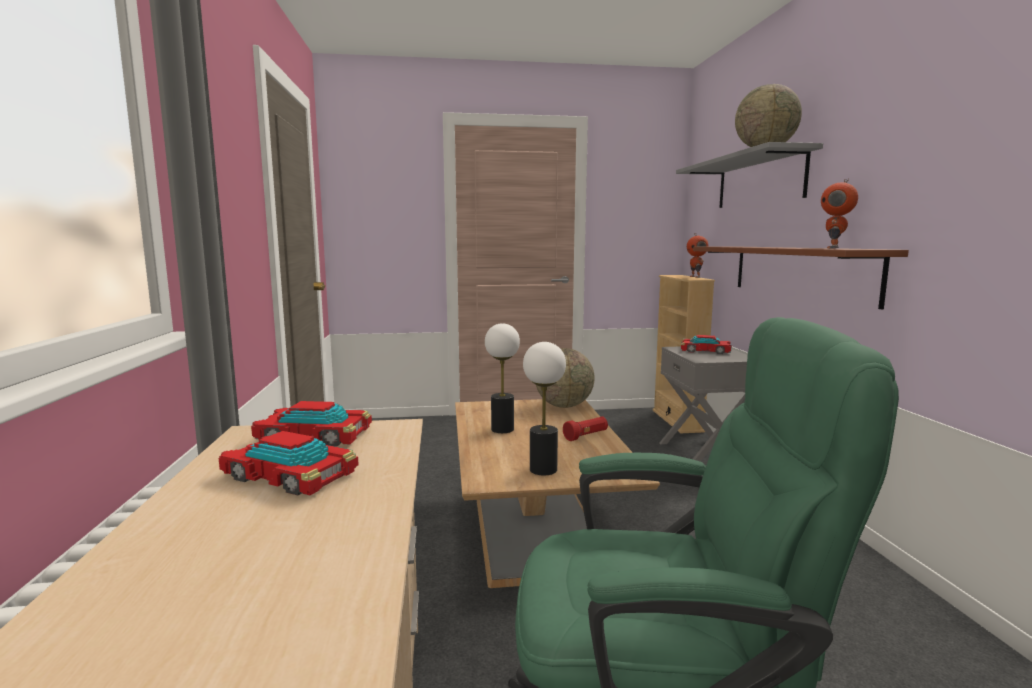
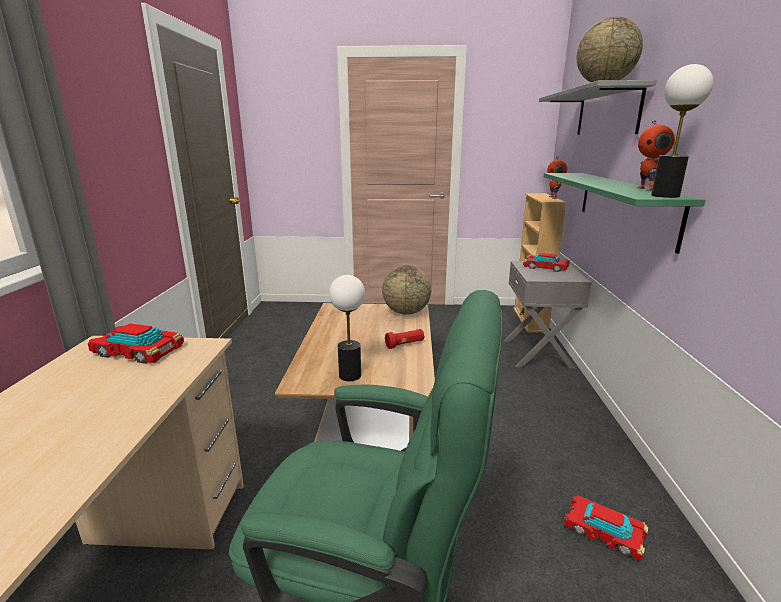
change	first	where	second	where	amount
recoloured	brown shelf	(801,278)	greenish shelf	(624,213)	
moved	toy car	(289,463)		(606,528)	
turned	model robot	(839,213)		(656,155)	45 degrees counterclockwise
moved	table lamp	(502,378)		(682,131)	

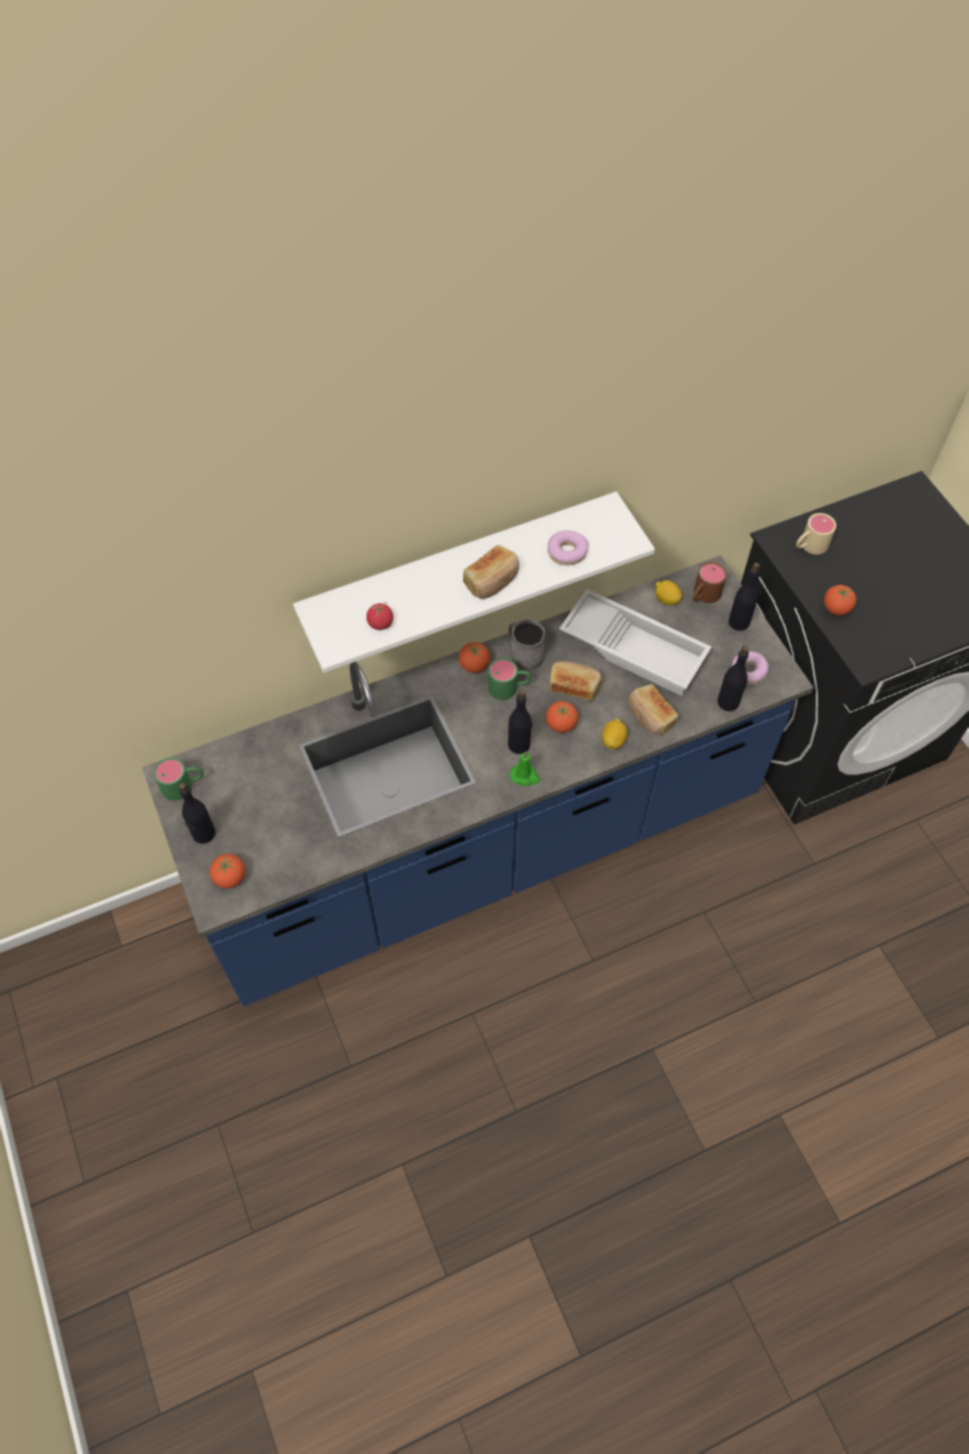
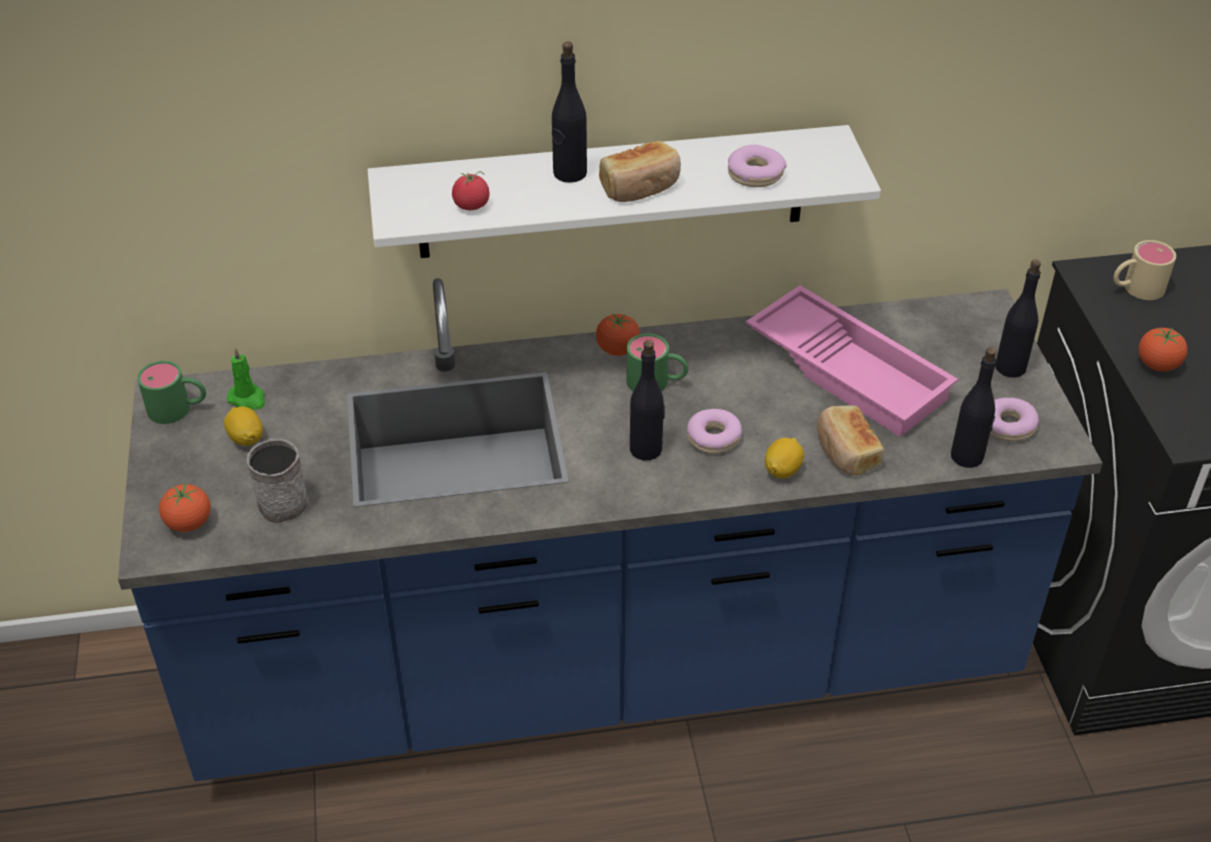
change	first	where	second	where	amount
moved	citrus fruit	(668,592)		(243,426)	
moved	greenish wax candle	(525,768)		(246,378)	
moved	greyish mug	(527,645)		(278,481)	
moved	black beverage bottle	(197,813)		(569,112)	
replaced	whole tomato	(562,717)	ring doughnut	(714,431)	
recoloured	white serving tray	(635,642)	pink serving tray	(852,361)	
removed	bread	(575,681)			
removed	brown mug	(710,582)			

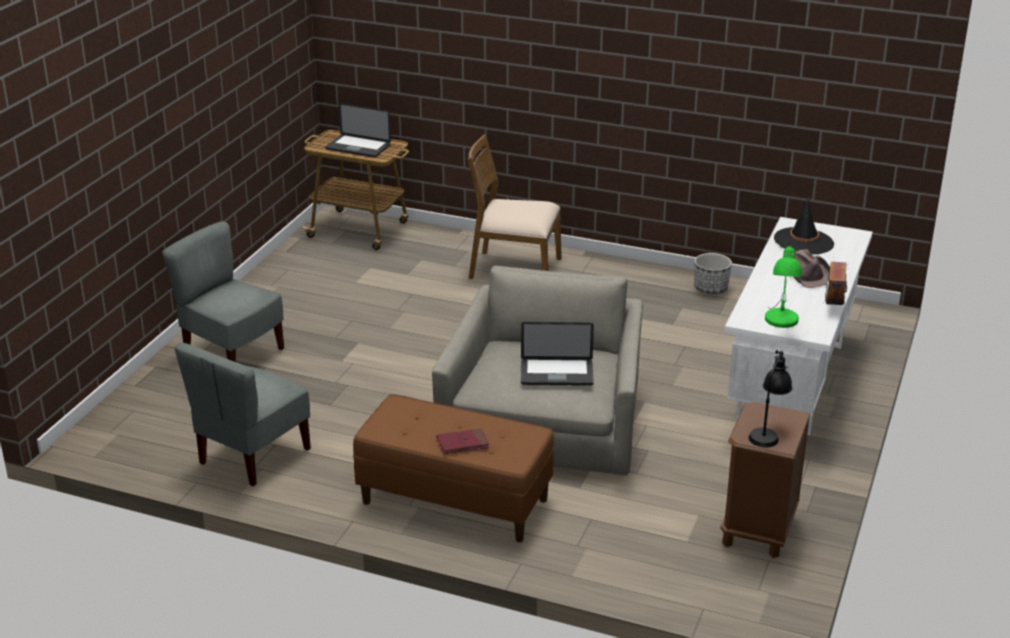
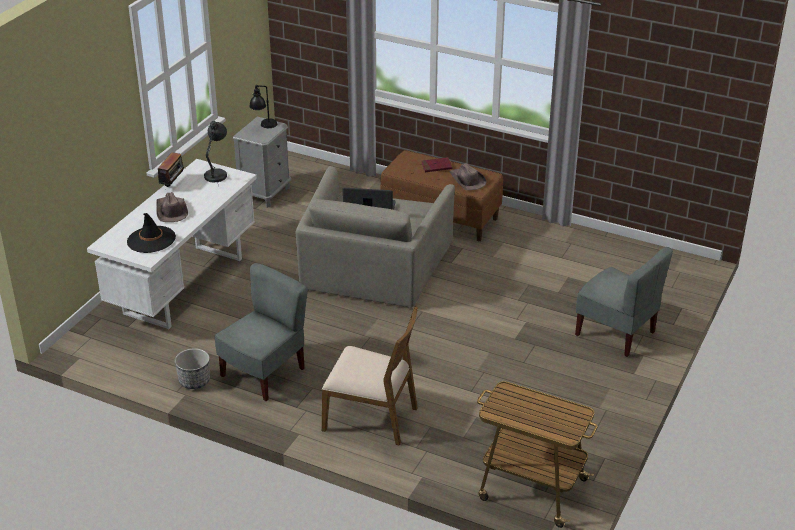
change	first	where	second	where	amount
recoloured	greenish table lamp	(783,285)	greyish table lamp	(215,154)	
moved	greyish upright chair	(243,414)		(261,332)	
recoloured	brown bedside table	(765,480)	greyish bedside table	(262,162)	
added			brown clothing hat	(468,176)	
removed	portable computer	(358,130)			

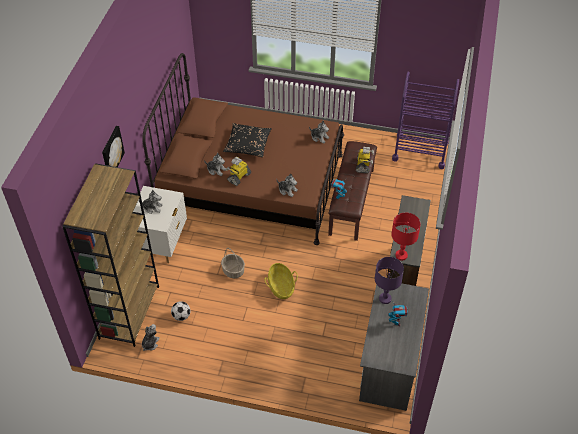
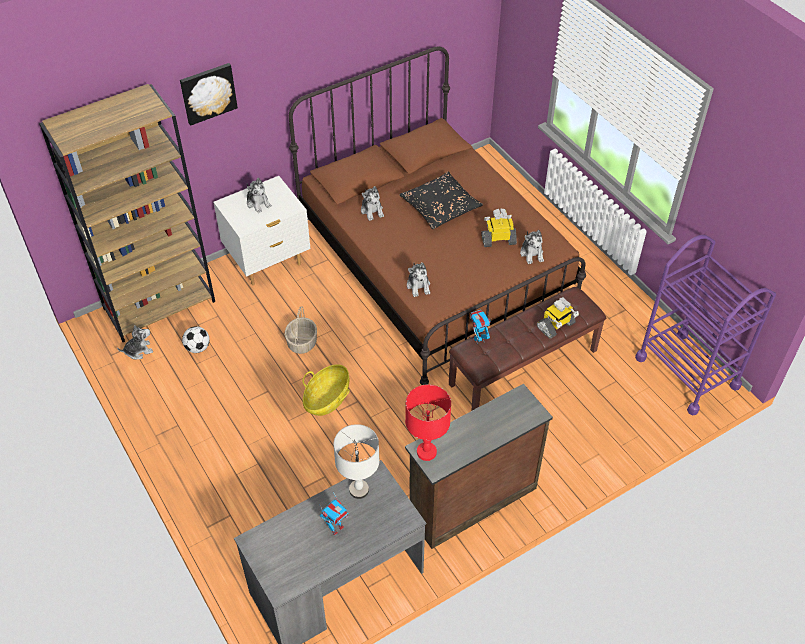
change	first	where	second	where	amount
recoloured	purple table lamp	(389,280)	greyish table lamp	(356,461)	
moved	model robot	(238,171)		(499,228)	

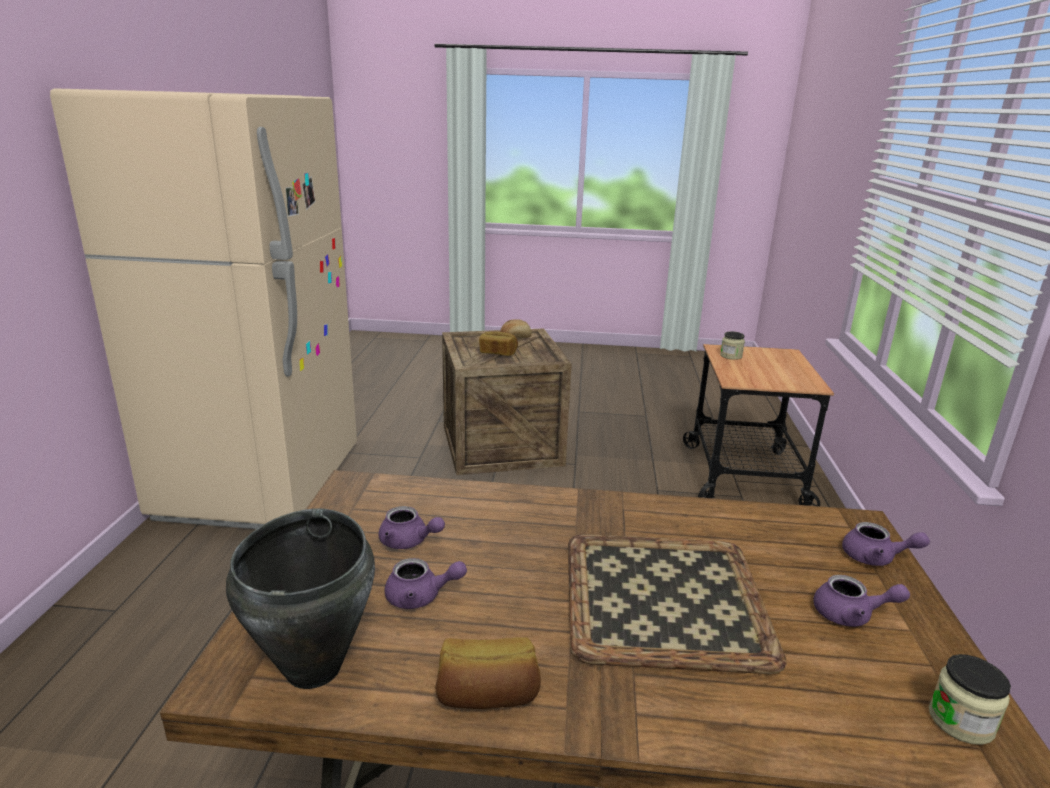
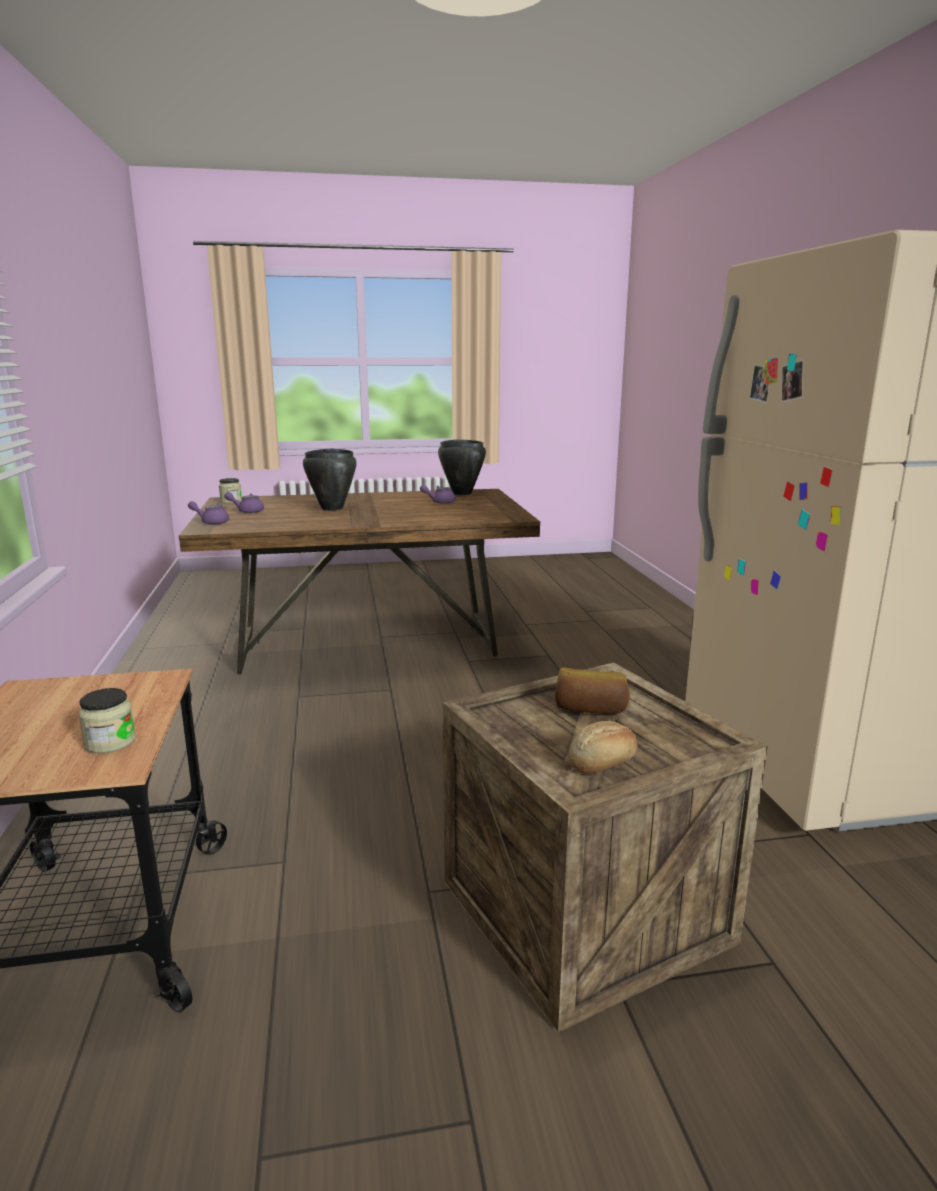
change	first	where	second	where	amount
replaced	serving tray	(677,604)	black saucepot	(330,480)	
removed	purple tea pot	(412,527)			
removed	bread	(488,673)			

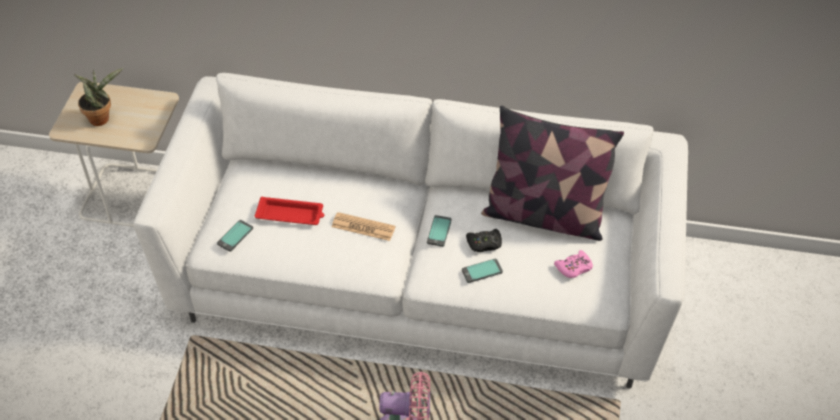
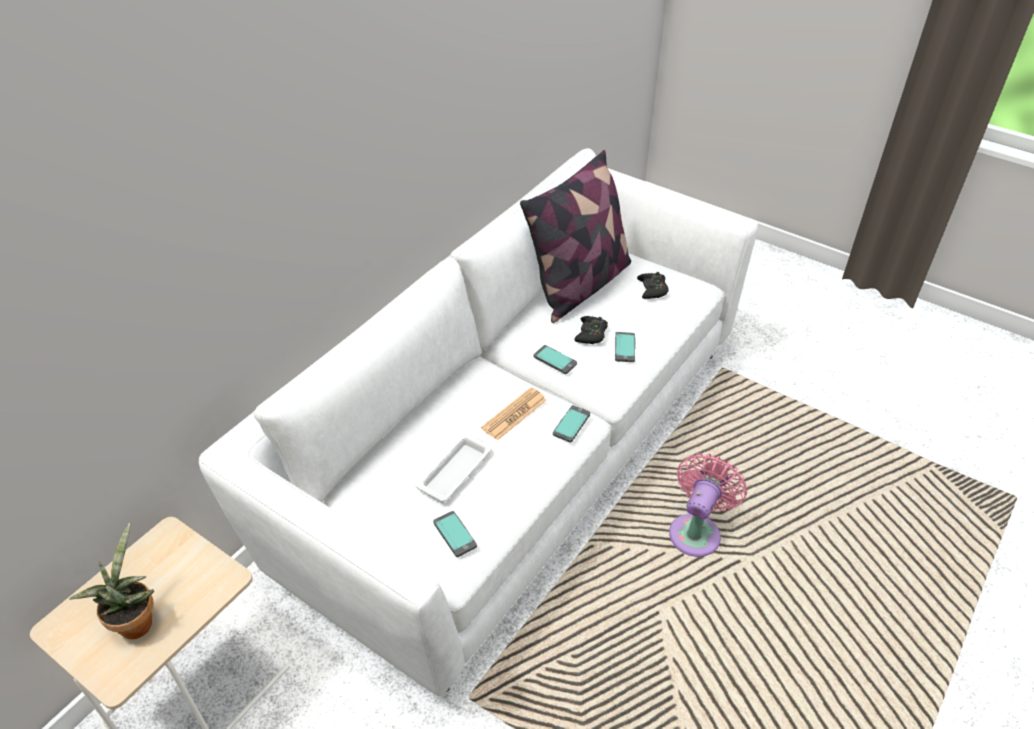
change	first	where	second	where	amount
recoloured	reddish serving tray	(289,211)	white serving tray	(454,468)	
added			handset	(571,424)	
recoloured	pink game controller	(573,264)	black game controller	(653,285)	

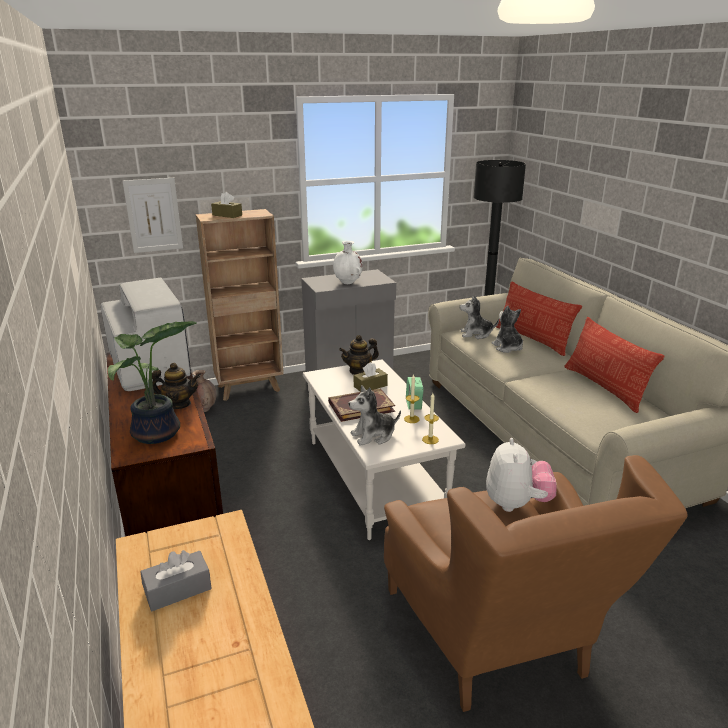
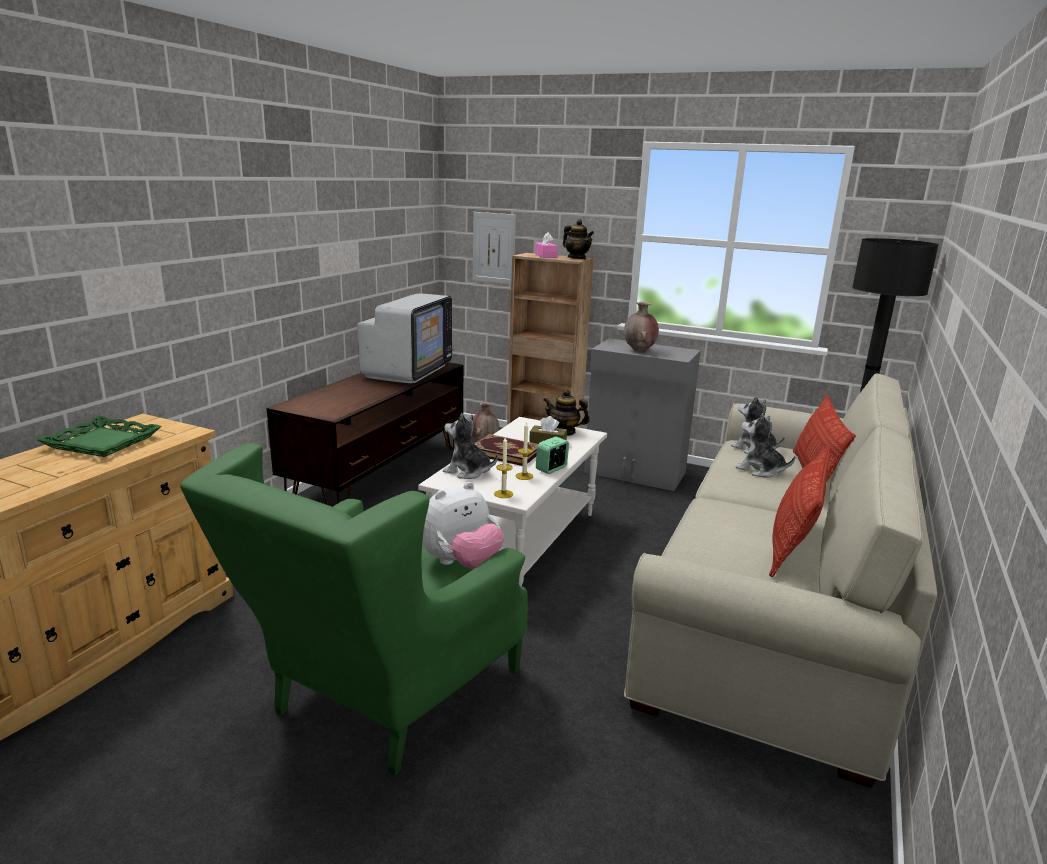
change	first	where	second	where	amount
replaced	greyish box of tissues	(176,581)	greenish serving tray	(99,436)	
recoloured	brown lounge chair	(536,583)	greenish lounge chair	(354,609)	
recoloured	brown box of tissues	(226,205)	pink box of tissues	(546,245)	
moved	tea pot	(176,386)		(578,239)	
recoloured	white flower vase	(348,262)	brown flower vase	(641,327)	
turned	plush toy	(507,329)		(765,445)	75 degrees counterclockwise
removed	plant in a pot	(152,382)			

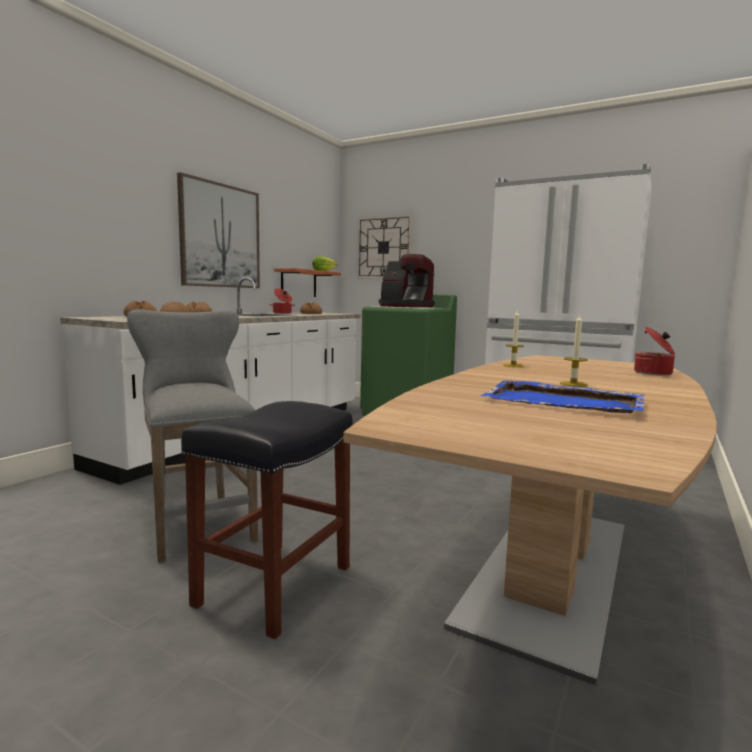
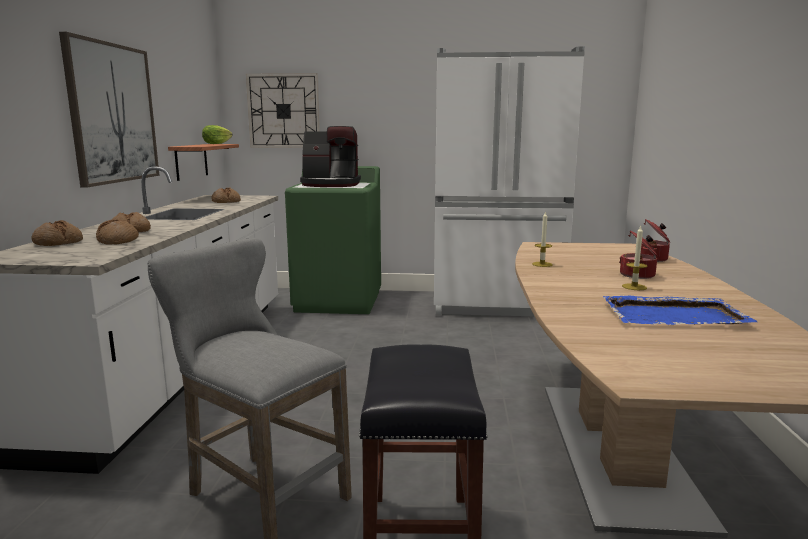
change	first	where	second	where	amount
moved	saucepot	(282,301)		(638,254)	

